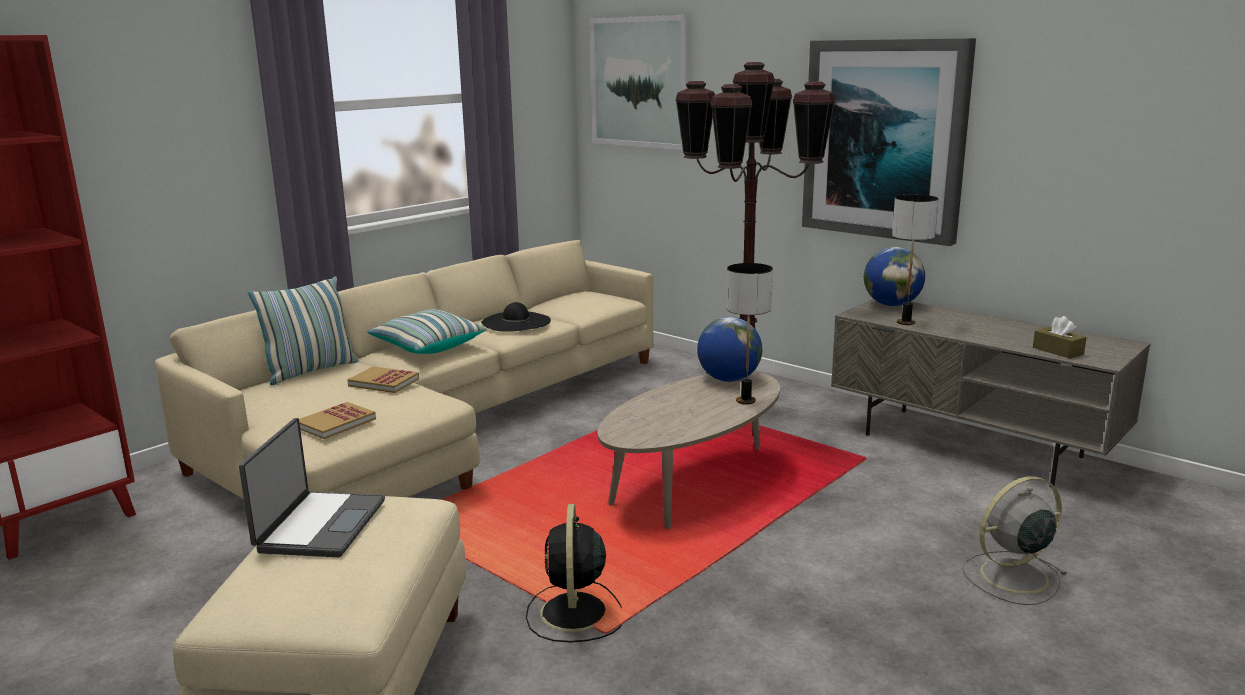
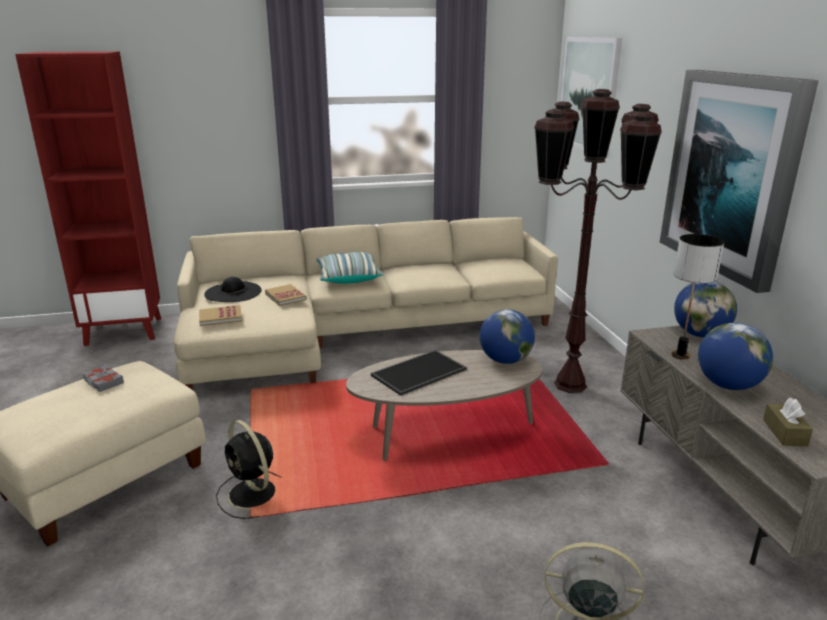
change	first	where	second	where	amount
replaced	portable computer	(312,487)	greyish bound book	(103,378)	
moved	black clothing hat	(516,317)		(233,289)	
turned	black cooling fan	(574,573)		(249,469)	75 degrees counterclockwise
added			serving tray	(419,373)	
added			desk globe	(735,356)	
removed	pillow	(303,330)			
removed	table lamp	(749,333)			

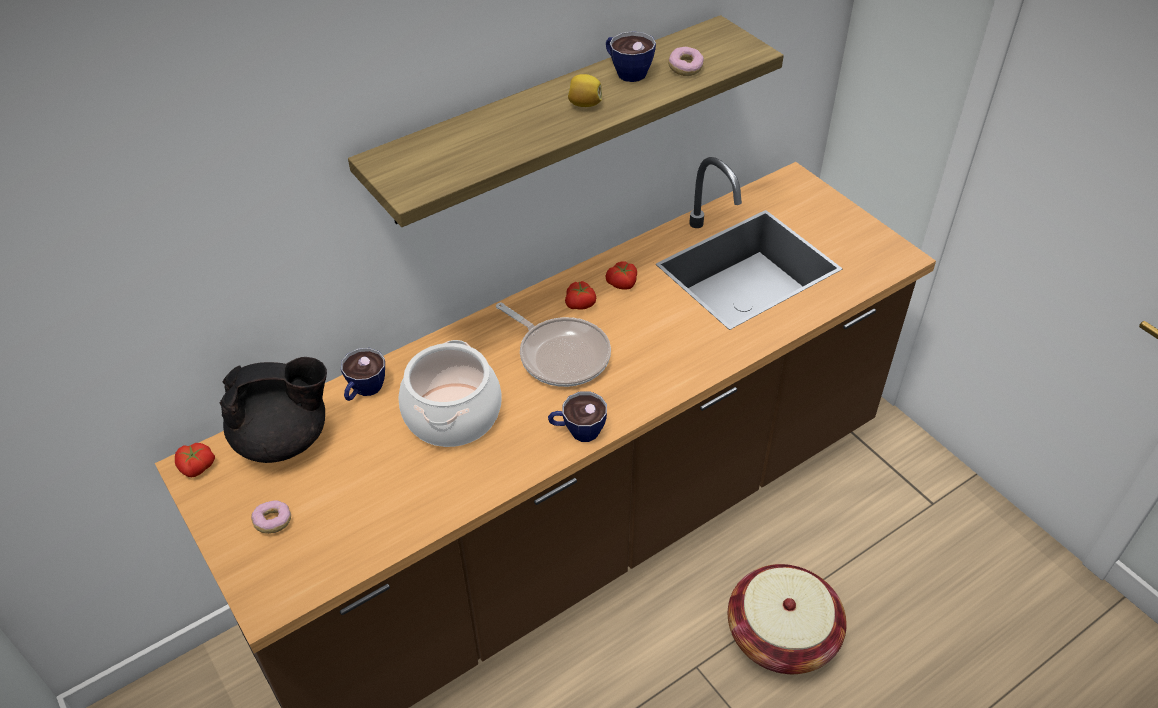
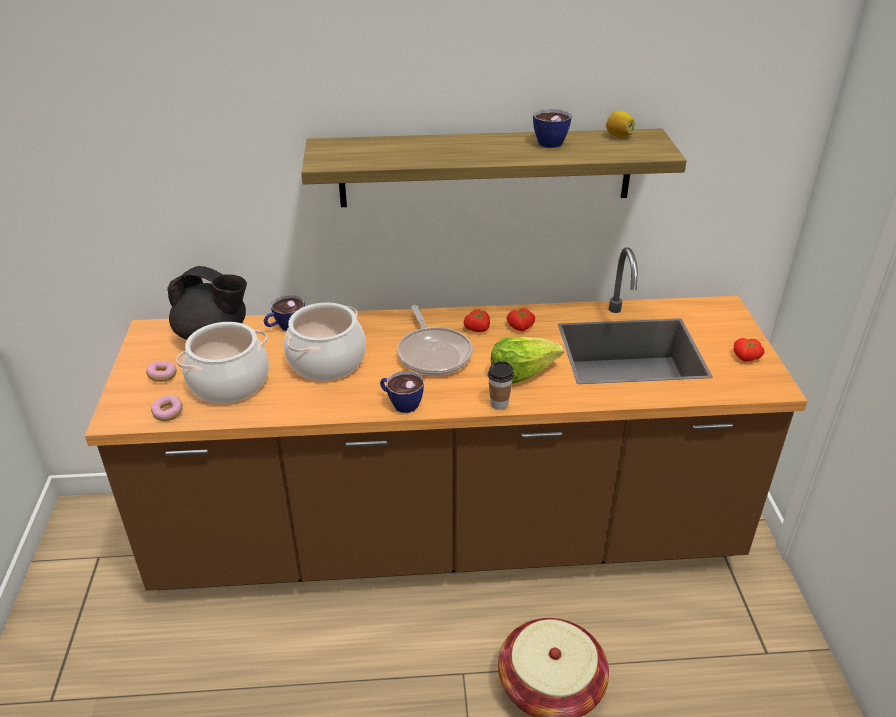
change	first	where	second	where	amount
moved	ring doughnut	(686,61)		(167,408)	
added			saucepot	(222,363)	
added			cup	(501,385)	
added			lettuce	(527,360)	
moved	citrus fruit	(585,90)		(620,124)	
moved	whole tomato	(195,460)		(749,350)	

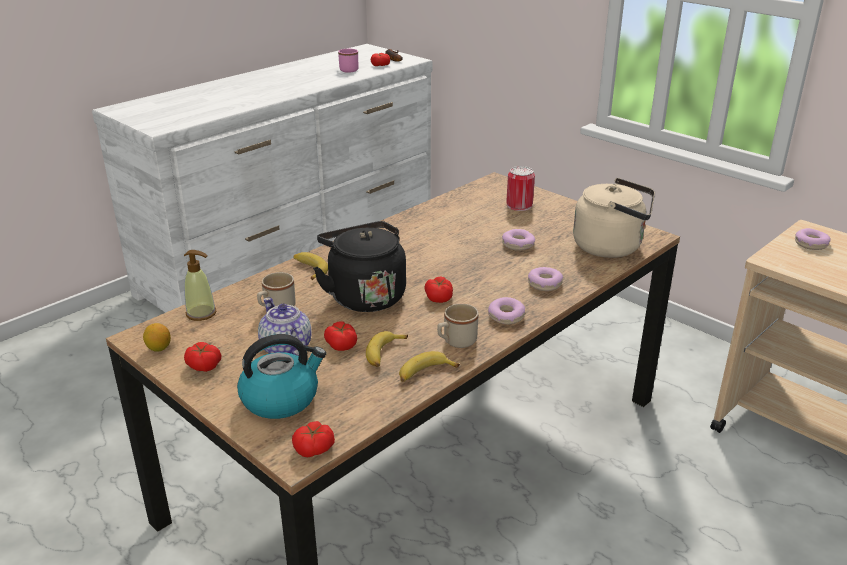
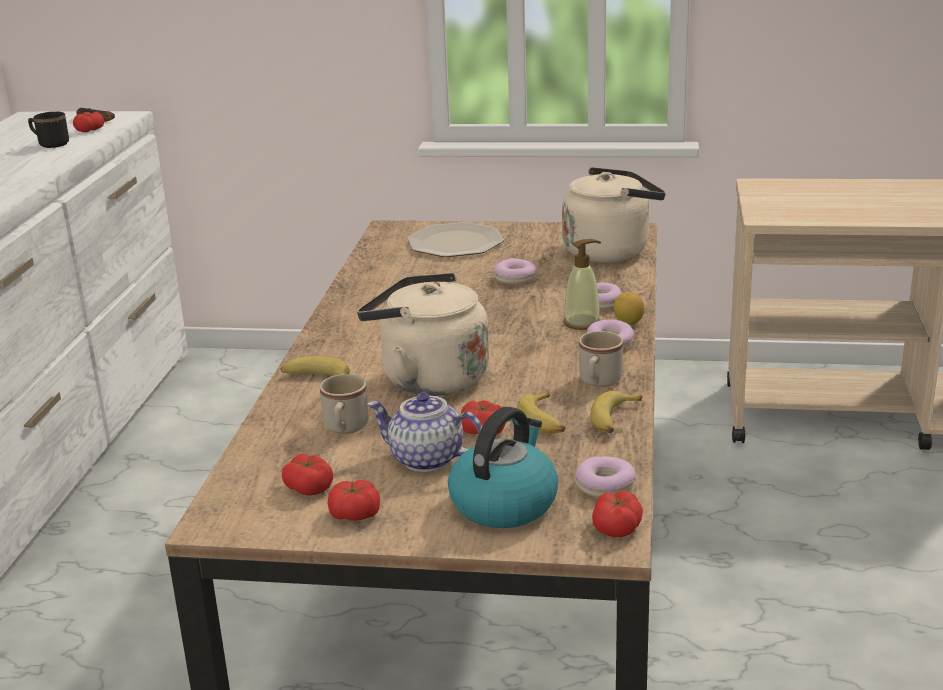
change	first	where	second	where	amount
recoloured	pink mug	(348,61)	black mug	(48,130)	
moved	whole tomato	(439,289)		(307,475)	
recoloured	black kettle	(359,266)	beige-coloured kettle	(423,334)	
replaced	sealed can	(520,188)	flat dish	(455,239)	
moved	soap dispenser	(200,285)		(582,284)	
moved	ring doughnut	(813,239)		(606,477)	
moved	citrus fruit	(157,337)		(629,308)	

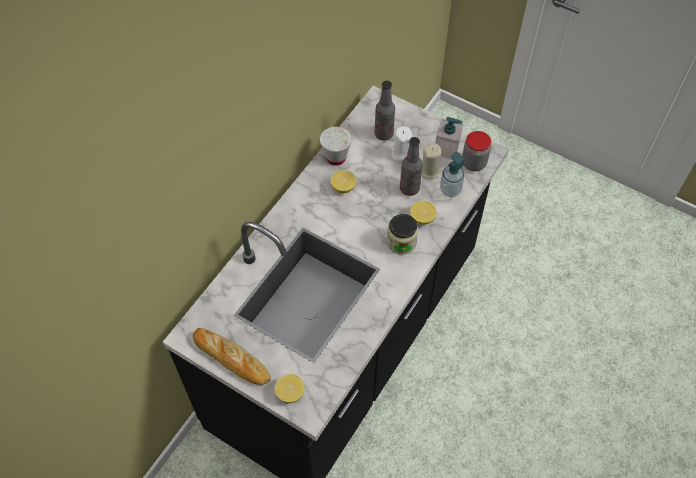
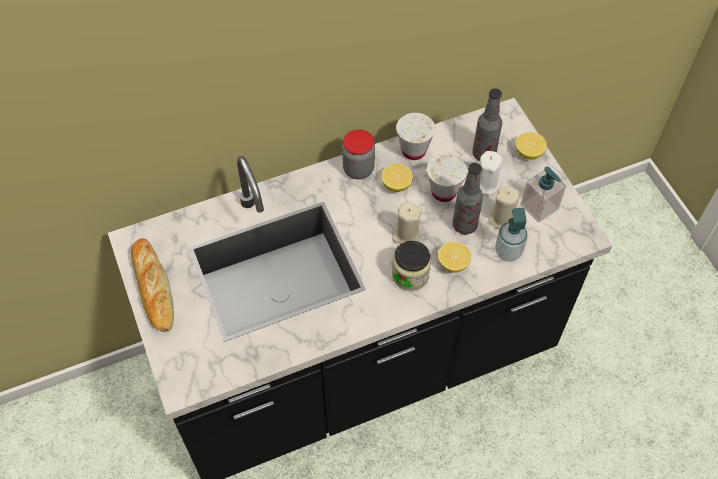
change	first	where	second	where	amount
moved	jar	(476,151)		(358,154)	
added			beige-coloured wax candle	(407,223)	
added			white cup	(447,178)	
moved	citrus fruit	(290,388)		(531,146)	

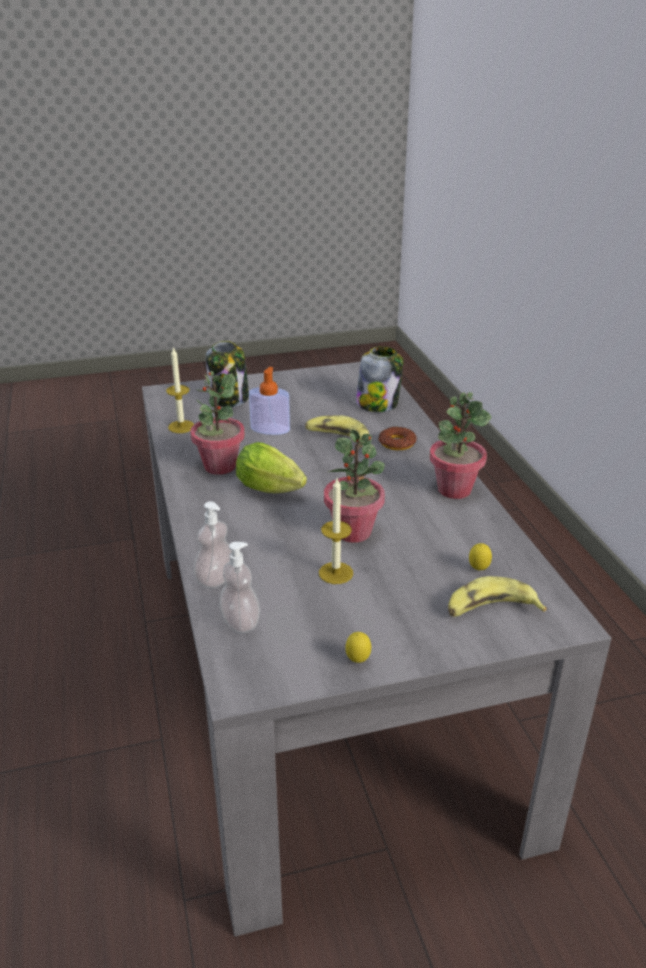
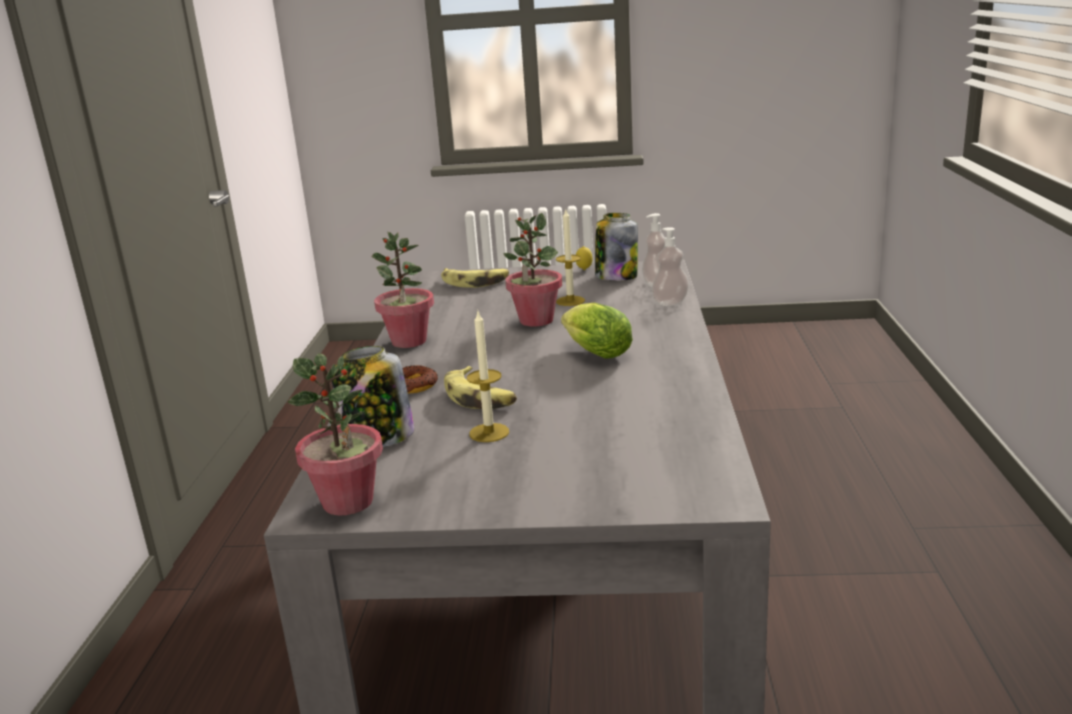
change	first	where	second	where	amount
moved	plant in a pot	(217,423)		(335,434)	
moved	wax candle	(180,389)		(488,375)	
moved	jar	(227,374)		(616,247)	
removed	soap dispenser	(269,401)			
removed	citrus fruit	(480,556)			

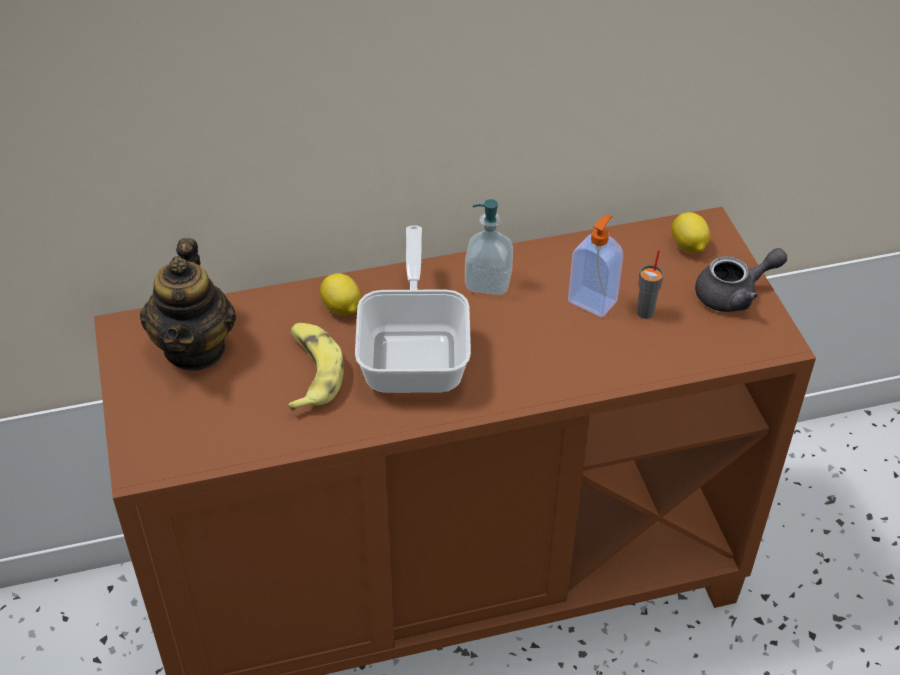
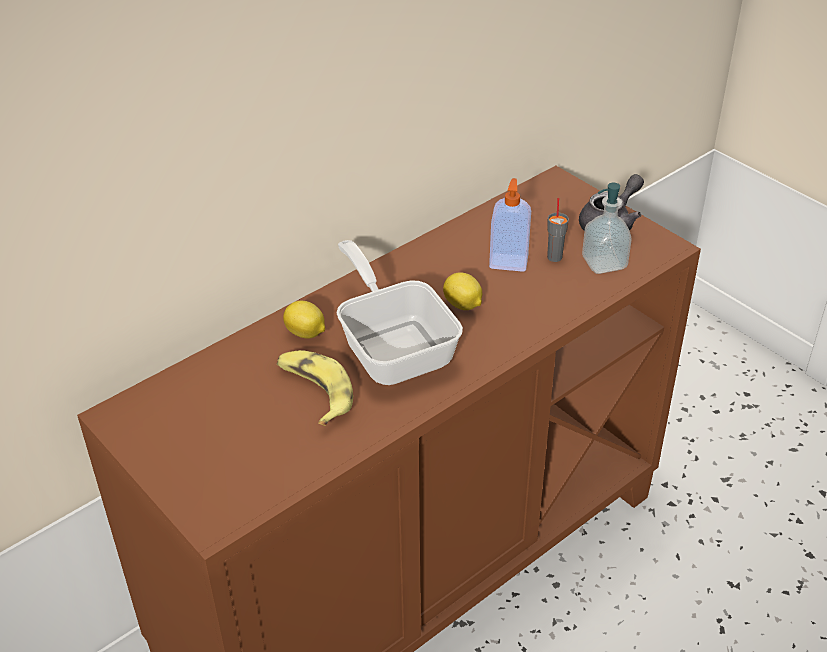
change	first	where	second	where	amount
moved	citrus fruit	(691,232)		(462,291)	
moved	soap dispenser	(489,247)		(606,228)	
removed	tea pot	(188,304)			

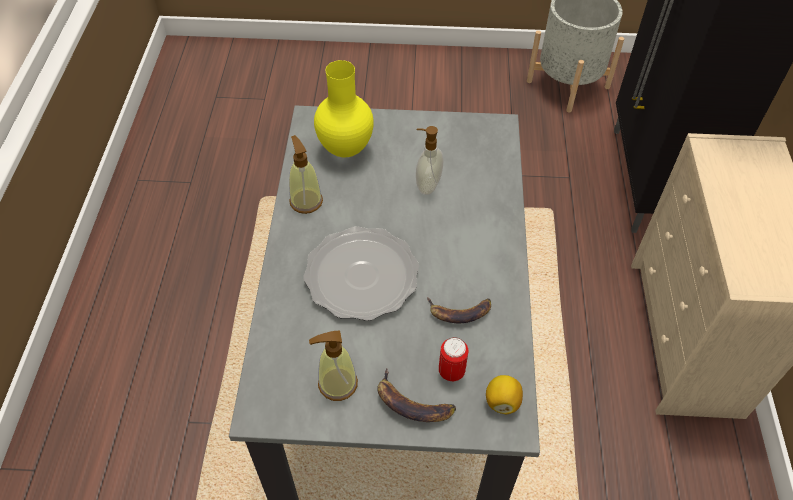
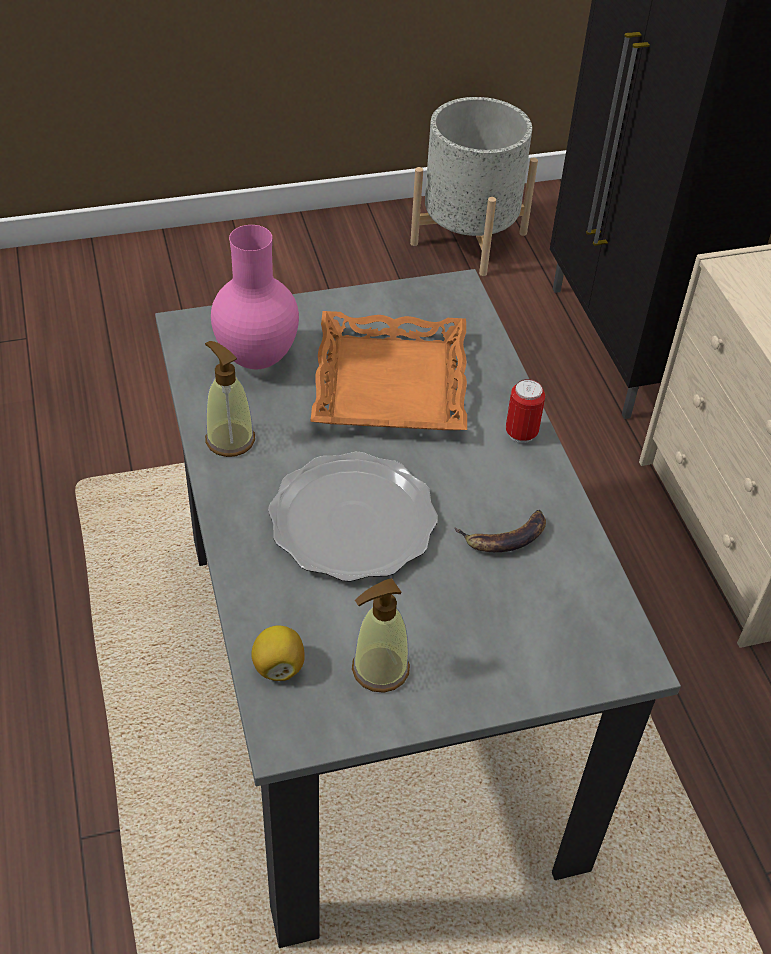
change	first	where	second	where	amount
recoloured	yellow-coloured flower vase	(344,108)	pink flower vase	(255,297)	
moved	citrus fruit	(504,394)		(278,653)	
replaced	soap dispenser	(430,160)	orange serving tray	(388,370)	
moved	sealed can	(453,359)		(525,411)	
removed	whole banana	(416,395)			

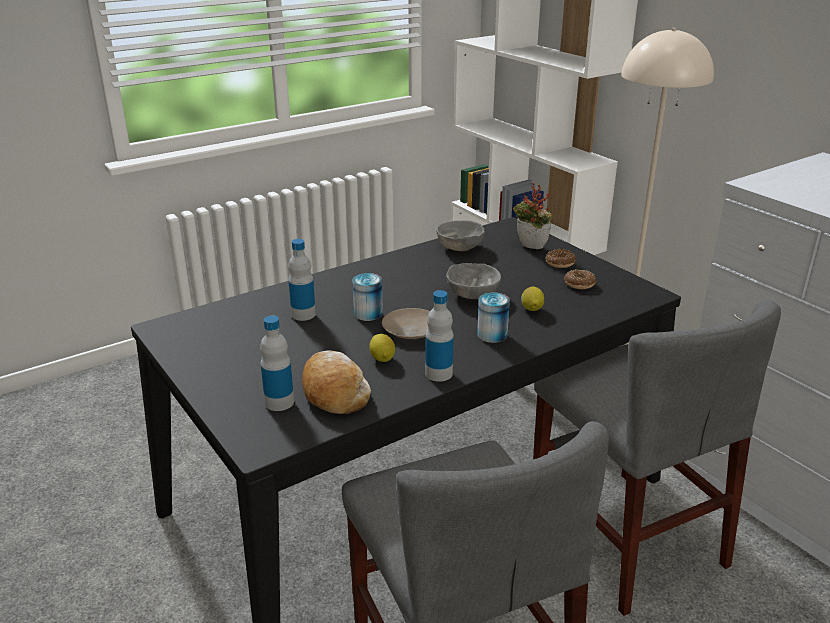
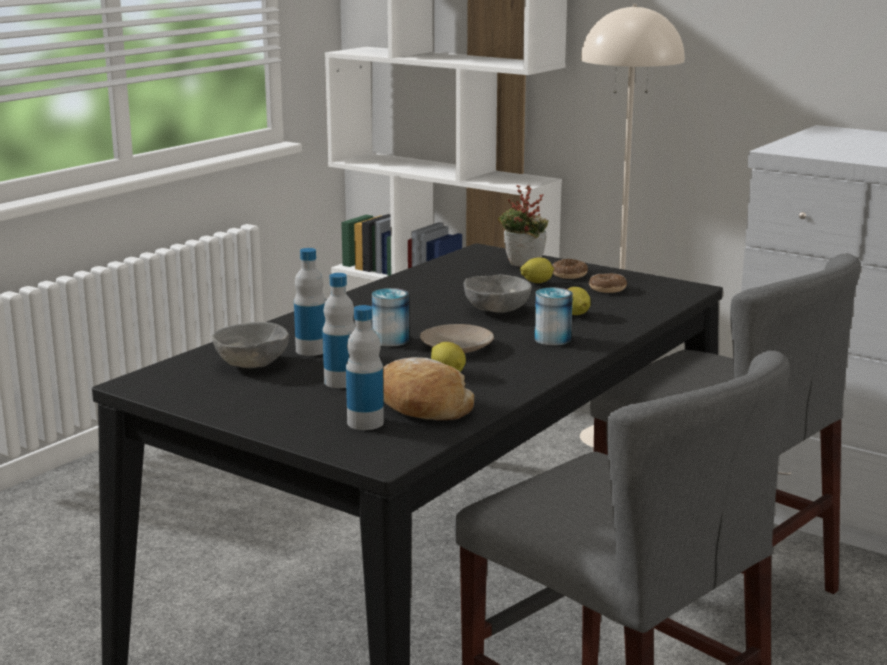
change	first	where	second	where	amount
moved	greyish serving bowl	(460,235)		(250,345)	
moved	beverage bottle	(439,336)		(338,330)	
added			citrus fruit	(537,270)	

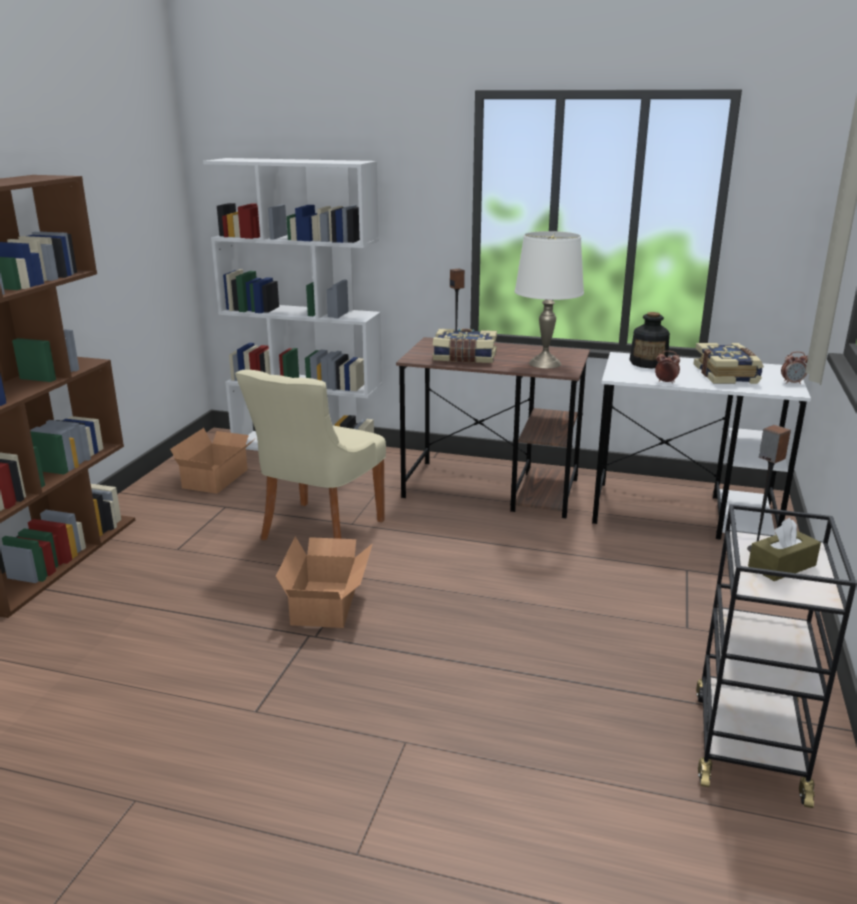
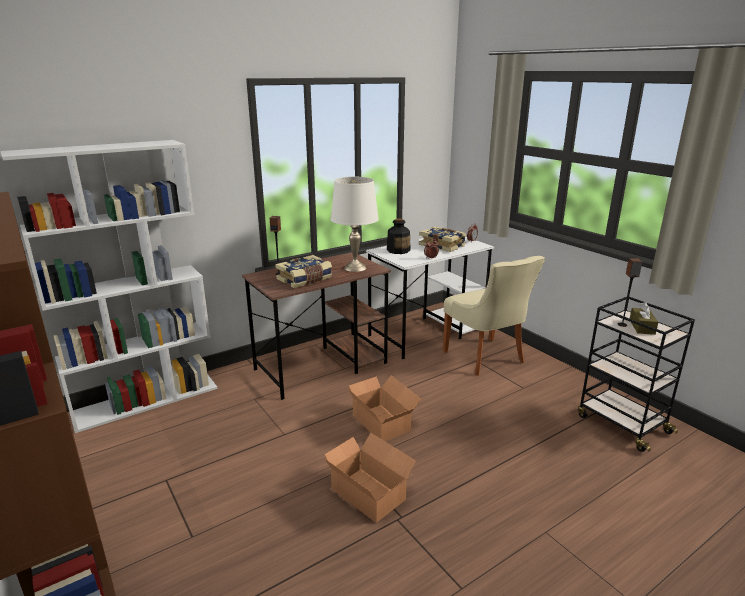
change	first	where	second	where	amount
moved	cardboard box	(213,461)		(384,408)	
moved	beige-coloured upright chair	(310,455)		(494,316)	

